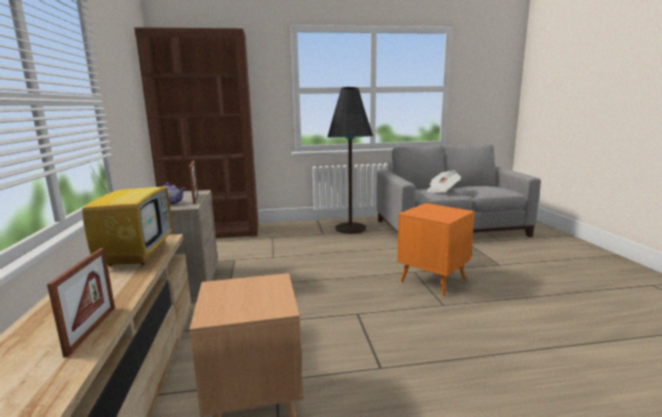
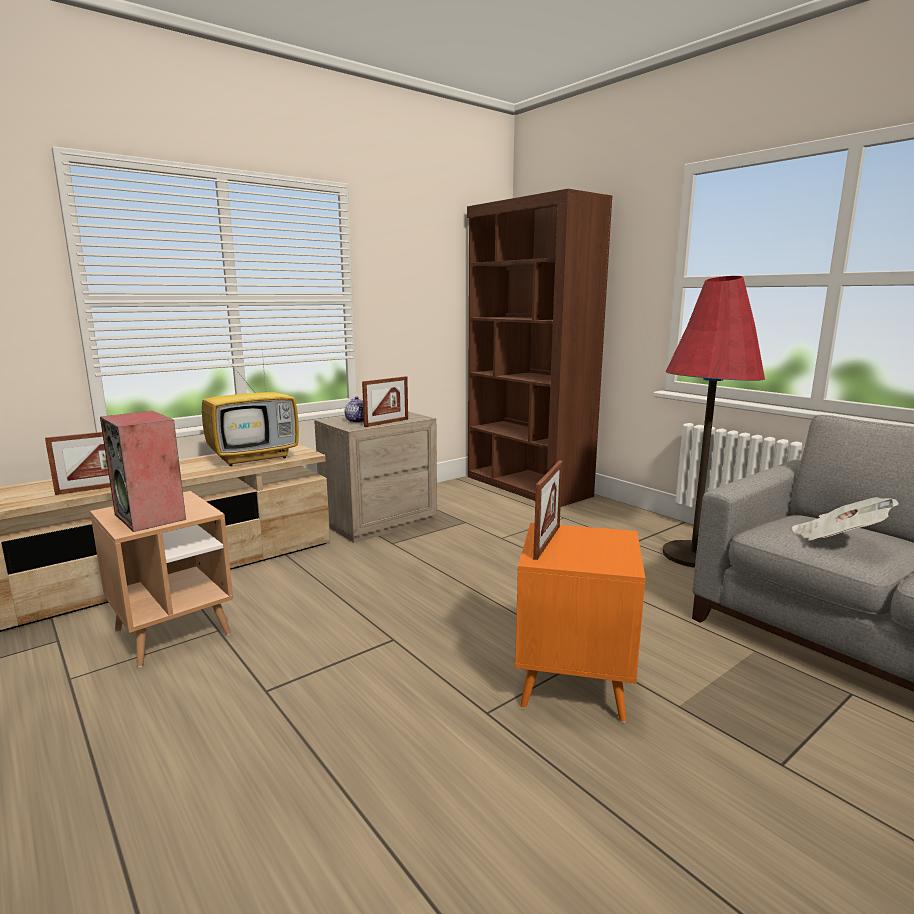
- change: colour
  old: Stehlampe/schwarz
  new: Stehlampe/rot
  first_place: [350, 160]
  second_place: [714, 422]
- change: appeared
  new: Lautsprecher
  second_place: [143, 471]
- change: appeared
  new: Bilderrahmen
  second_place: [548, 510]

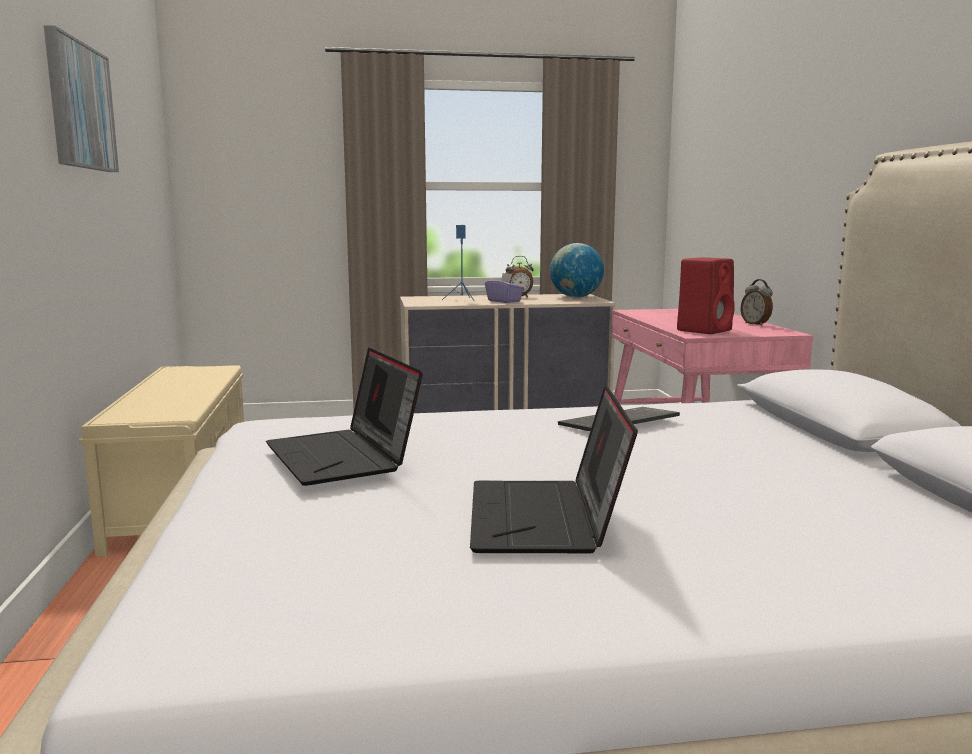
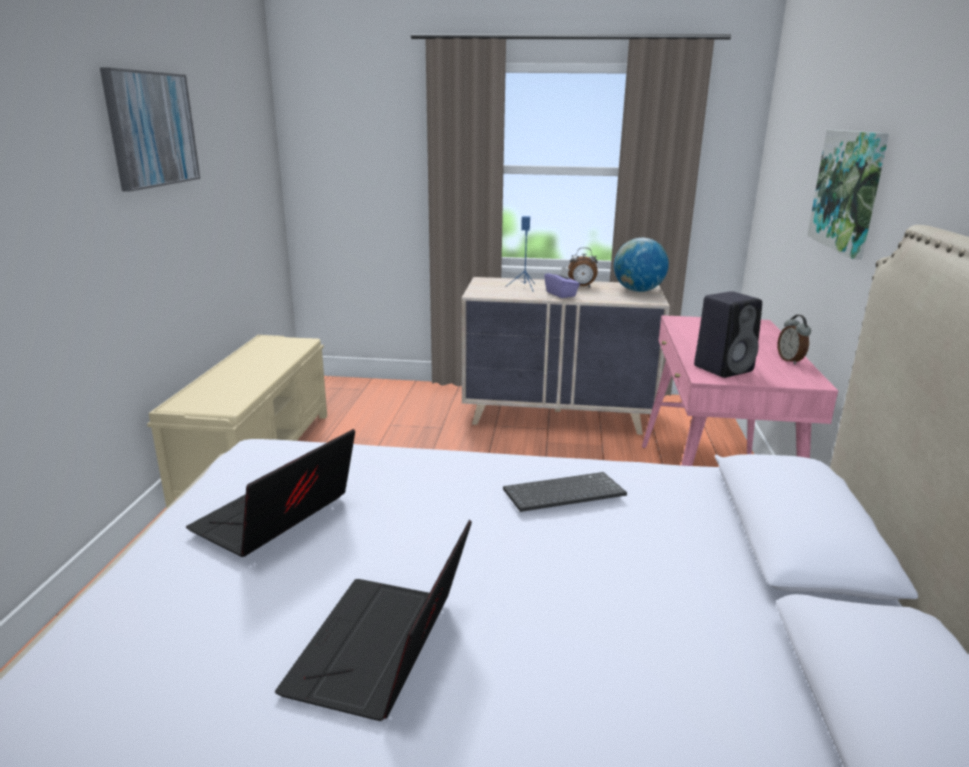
- change: spun
  old: Laptop
  first_place: [344, 417]
  second_place: [270, 493]
  degrees: 45
- change: colour
  old: Lautsprecher/rot
  new: Lautsprecher/schwarz
  first_place: [706, 295]
  second_place: [728, 334]
- change: appeared
  new: Bild
  second_place: [848, 194]

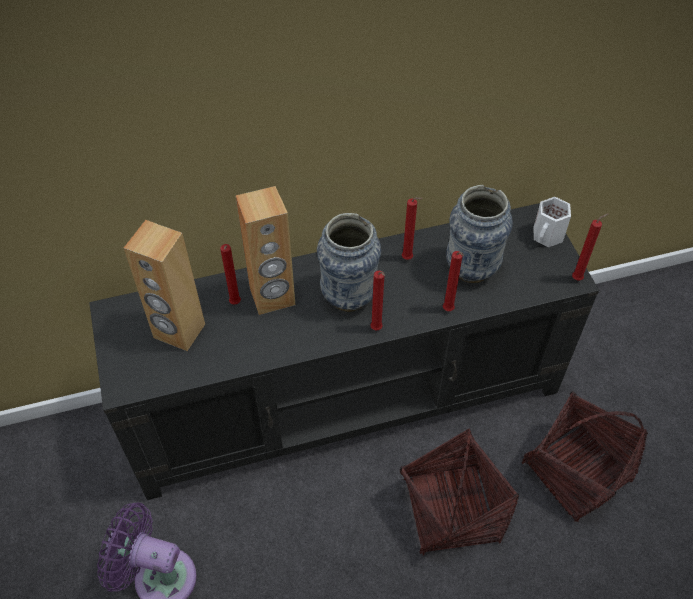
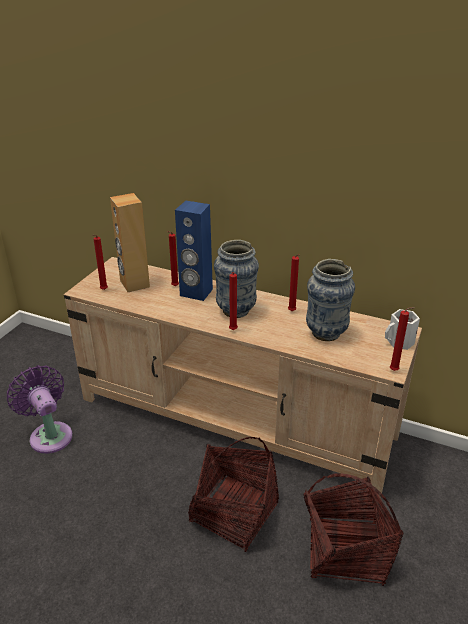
- change: colour
  old: Fernsehschrank/schwarz
  new: Fernsehschrank/beige
  first_place: [344, 351]
  second_place: [243, 377]
- change: colour
  old: Lautsprecher/braun
  new: Lautsprecher/blau
  first_place: [265, 250]
  second_place: [194, 251]
- change: relocated
  old: Kerze/rot
  first_place: [453, 281]
  second_place: [100, 262]

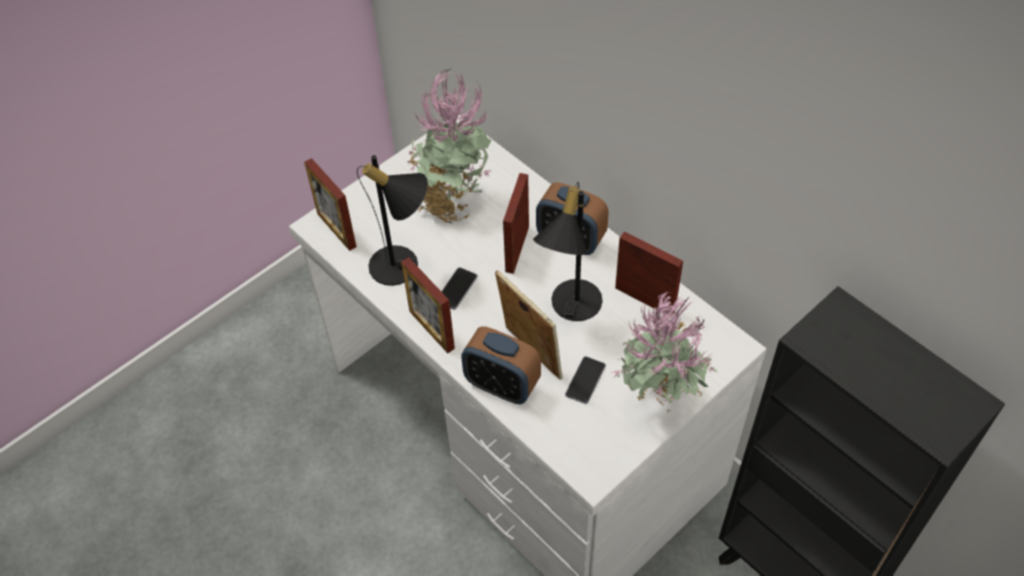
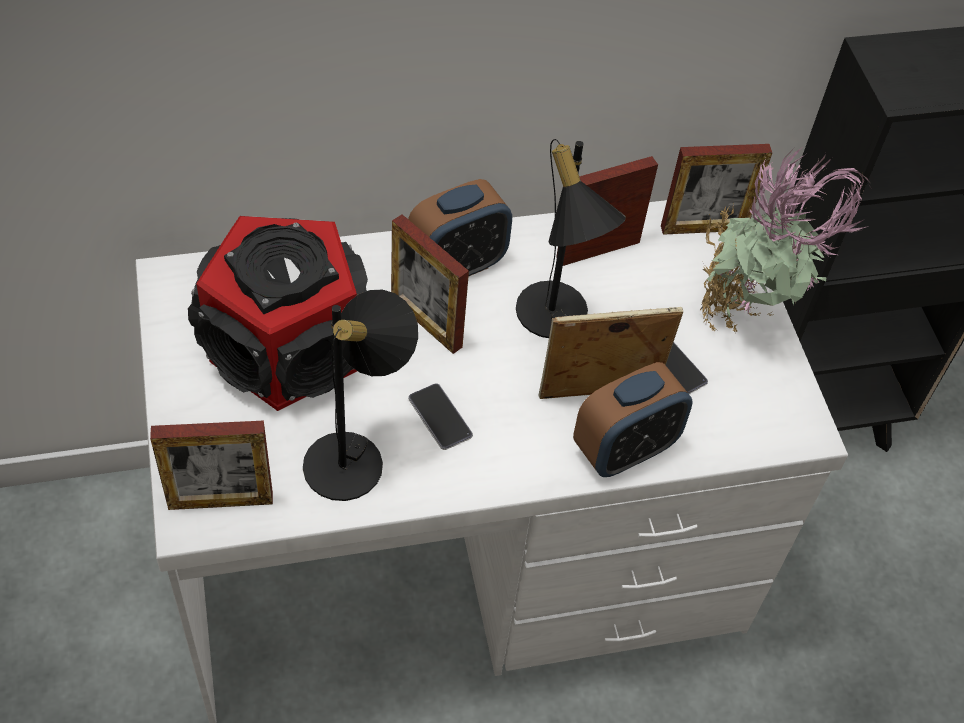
- change: relocated
  old: Bilderrahmen
  first_place: [428, 305]
  second_place: [716, 189]
- change: exchanged
  old: Topfpflanze
  new: Lautsprecher
  first_place: [449, 146]
  second_place: [278, 313]

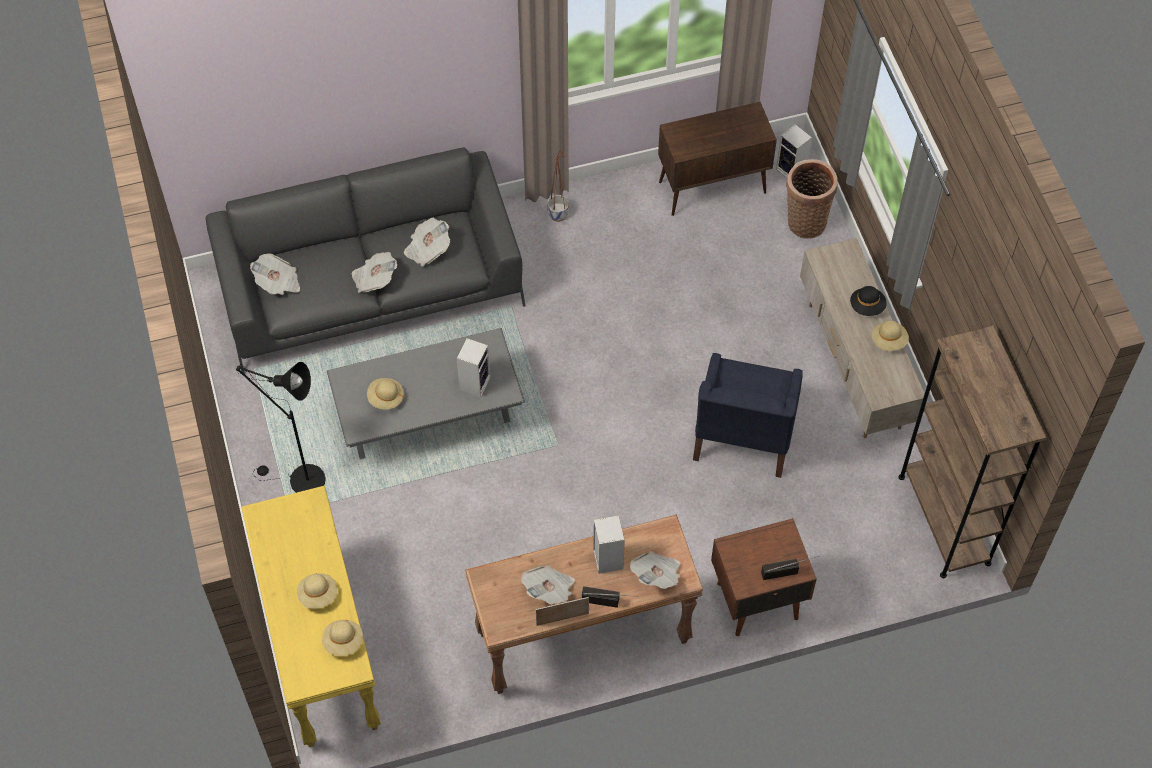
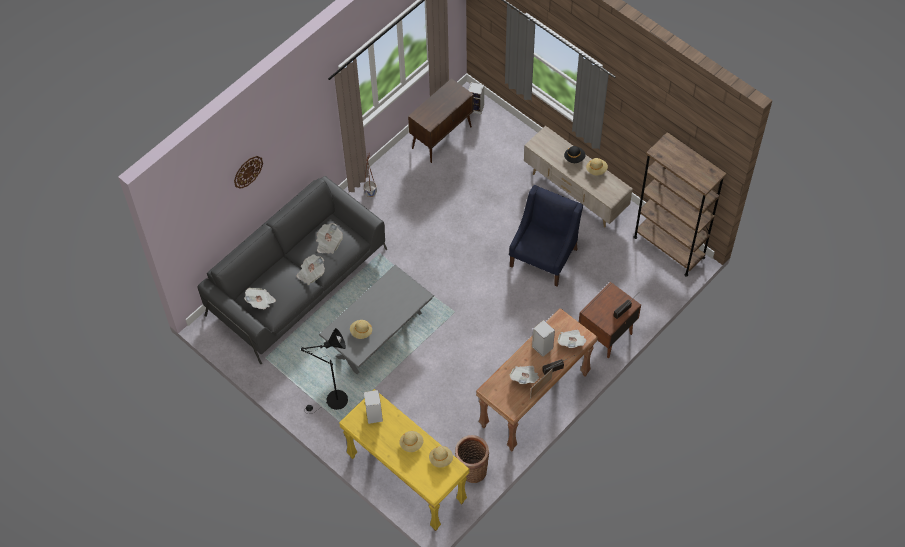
- change: relocated
  old: Lautsprecher
  first_place: [474, 367]
  second_place: [373, 407]
- change: spun
  old: Sessel/blau
  first_place: [748, 415]
  second_place: [546, 235]
  degrees: -135
- change: relocated
  old: Korb
  first_place: [812, 199]
  second_place: [472, 459]
- change: appeared
  new: Wanduhr
  second_place: [248, 172]

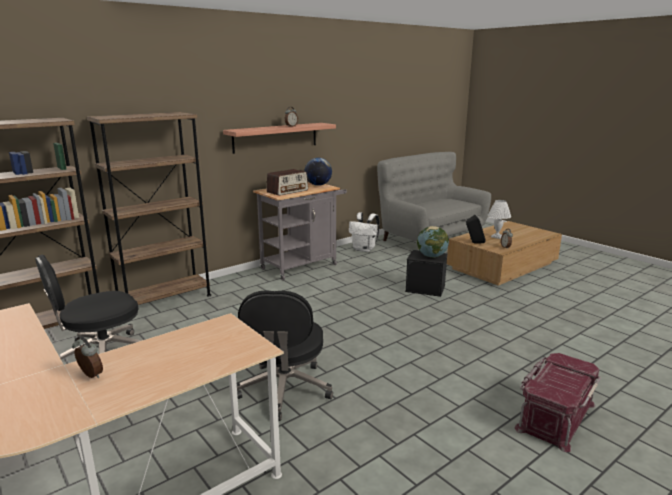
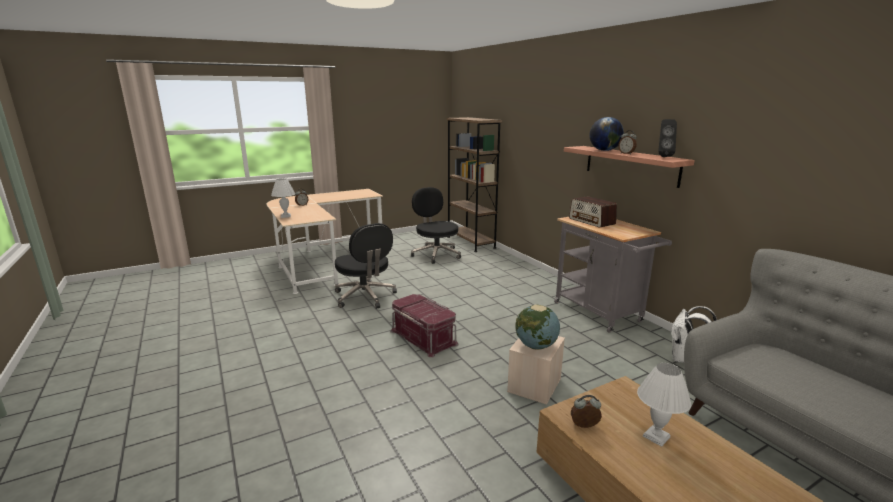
- change: missing
  old: Bücherregal/braun
  first_place: [149, 208]
- change: spun
  old: Bürostuhl/schwarz
  first_place: [285, 355]
  second_place: [366, 266]
  degrees: -135
- change: relocated
  old: Globus
  first_place: [318, 172]
  second_place: [606, 134]
- change: colour
  old: Aufbewahrungsbox/schwarz
  new: Aufbewahrungsbox/beige
  first_place: [426, 273]
  second_place: [536, 370]
- change: relocated
  old: Lautsprecher/schwarz
  first_place: [476, 229]
  second_place: [667, 138]
- change: relocated
  old: Aufbewahrungsbox/rot
  first_place: [558, 402]
  second_place: [424, 325]
- change: appeared
  new: Tischlampe/weiß
  second_place: [283, 198]

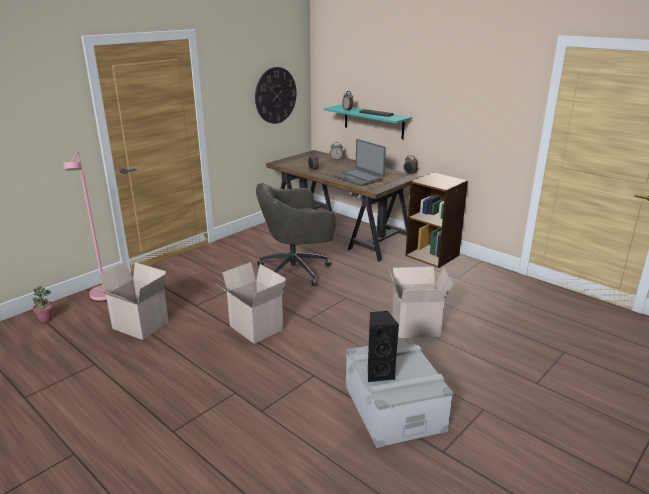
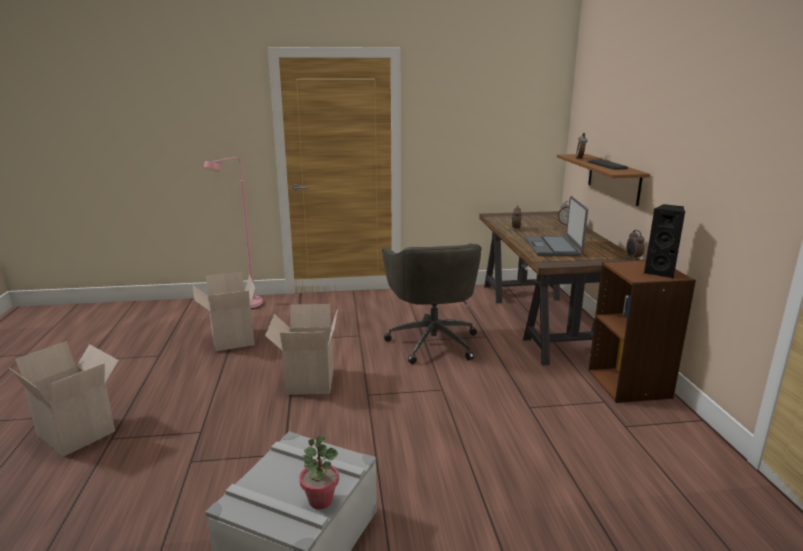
- change: relocated
  old: Topfpflanze
  first_place: [43, 304]
  second_place: [319, 472]
- change: missing
  old: Wanduhr
  first_place: [276, 95]
- change: spun
  old: Bürostuhl/grau
  first_place: [296, 234]
  second_place: [432, 303]
  degrees: -120
- change: colour
  old: Wandregal/türkis
  new: Wandregal/braun
  first_place: [367, 122]
  second_place: [603, 180]
- change: relocated
  old: Lautsprecher/schwarz
  first_place: [383, 346]
  second_place: [664, 241]
- change: relocated
  old: Karton
  first_place: [421, 302]
  second_place: [64, 399]

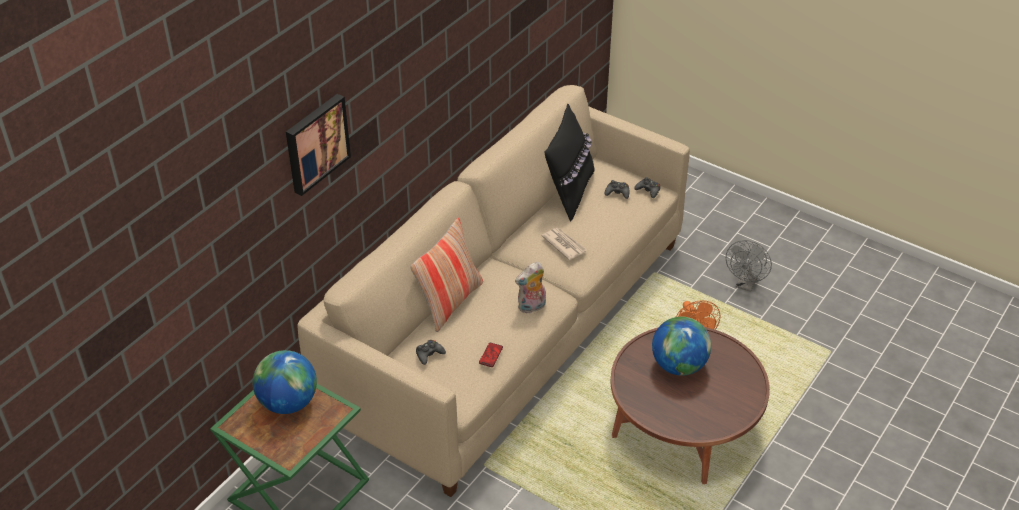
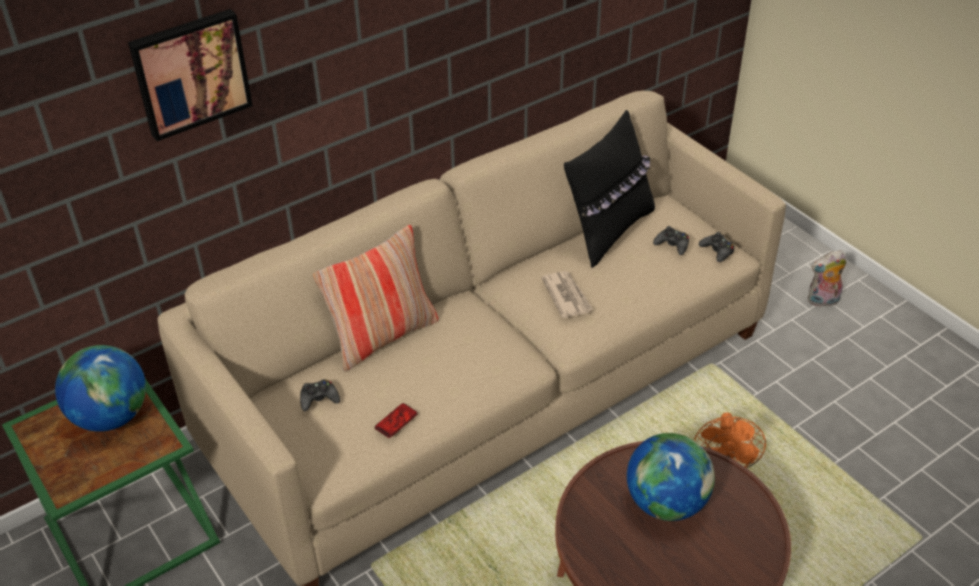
- change: relocated
  old: Plüschtier
  first_place: [530, 287]
  second_place: [827, 279]
- change: missing
  old: Ventilator/grau
  first_place: [749, 266]

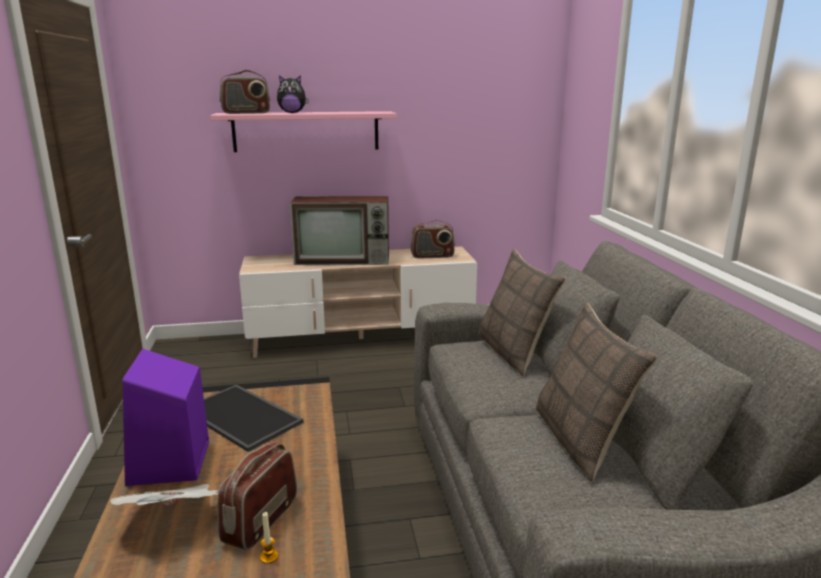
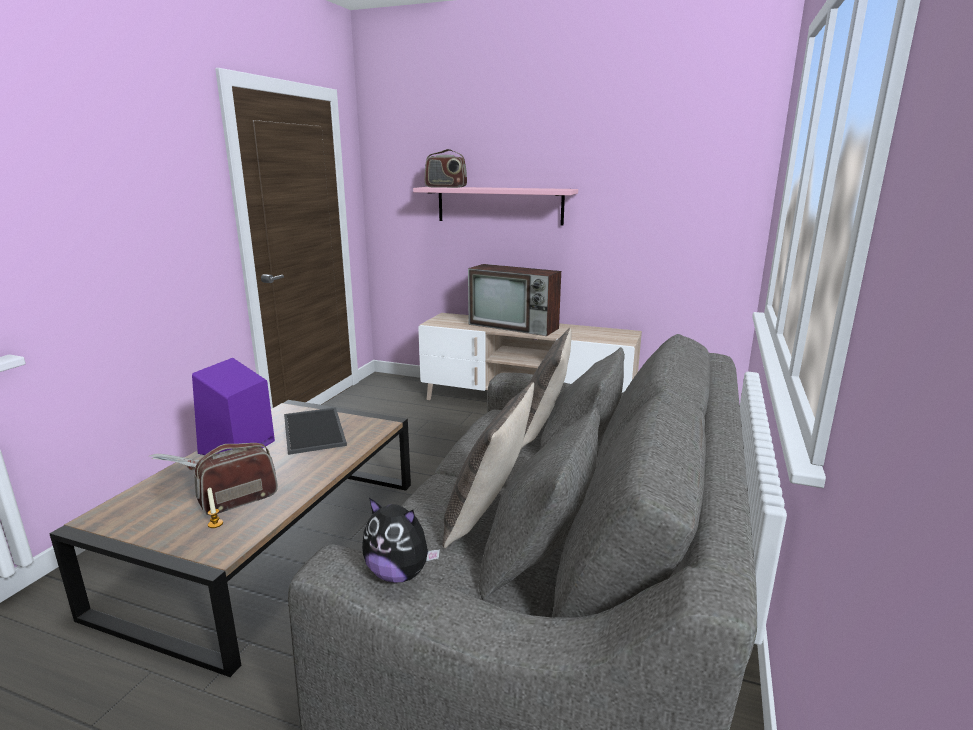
- change: relocated
  old: Plüschtier
  first_place: [293, 94]
  second_place: [401, 540]
- change: missing
  old: Radio
  first_place: [432, 239]

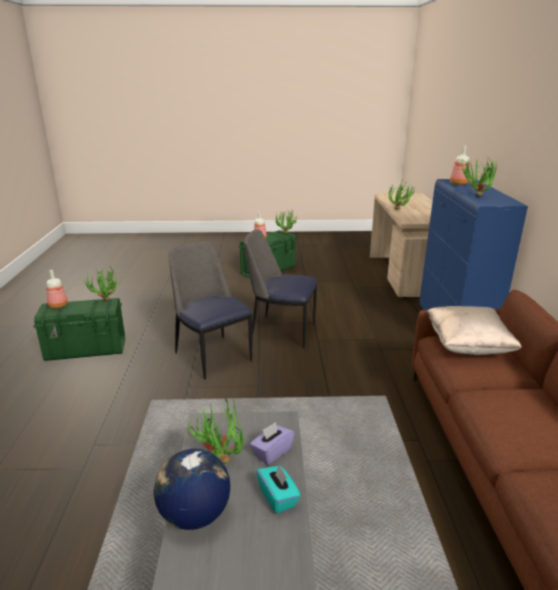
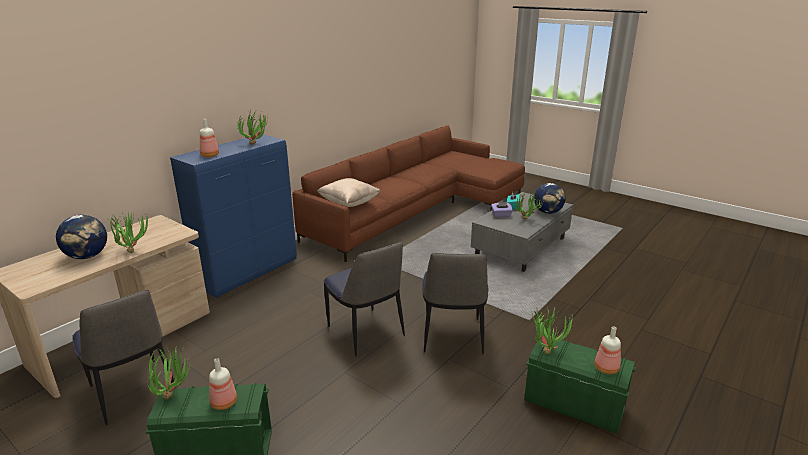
- change: appeared
  new: Globus
  second_place: [81, 237]
- change: appeared
  new: Stuhl
  second_place: [123, 357]

